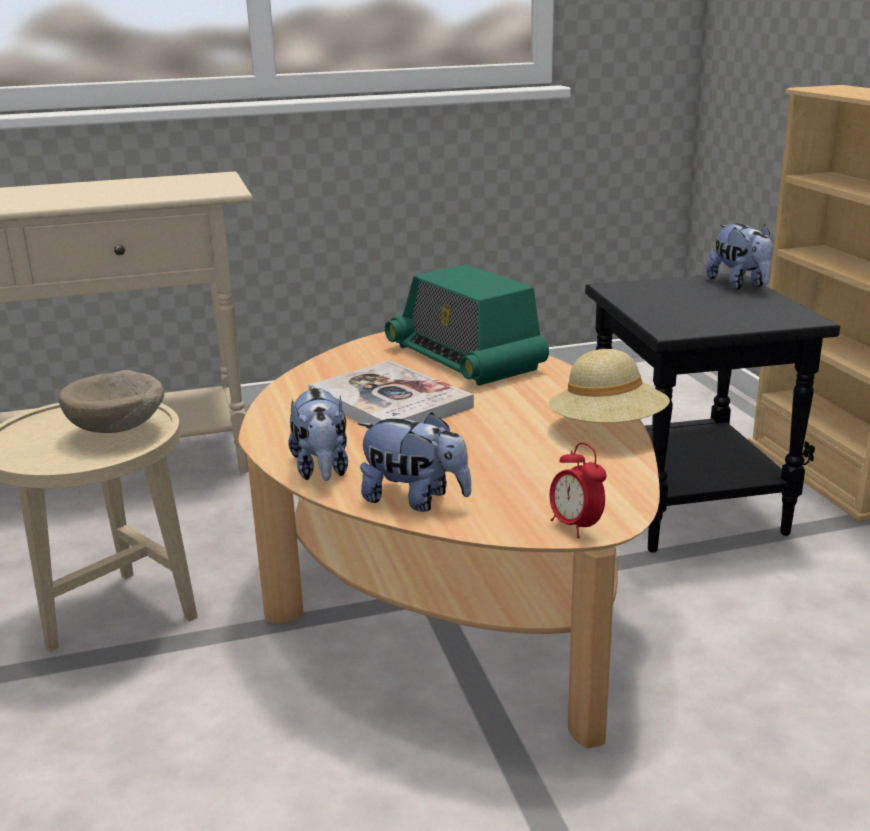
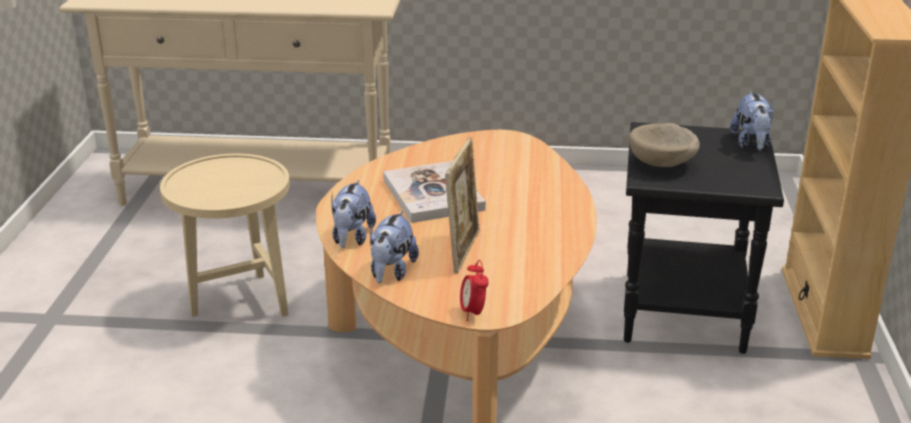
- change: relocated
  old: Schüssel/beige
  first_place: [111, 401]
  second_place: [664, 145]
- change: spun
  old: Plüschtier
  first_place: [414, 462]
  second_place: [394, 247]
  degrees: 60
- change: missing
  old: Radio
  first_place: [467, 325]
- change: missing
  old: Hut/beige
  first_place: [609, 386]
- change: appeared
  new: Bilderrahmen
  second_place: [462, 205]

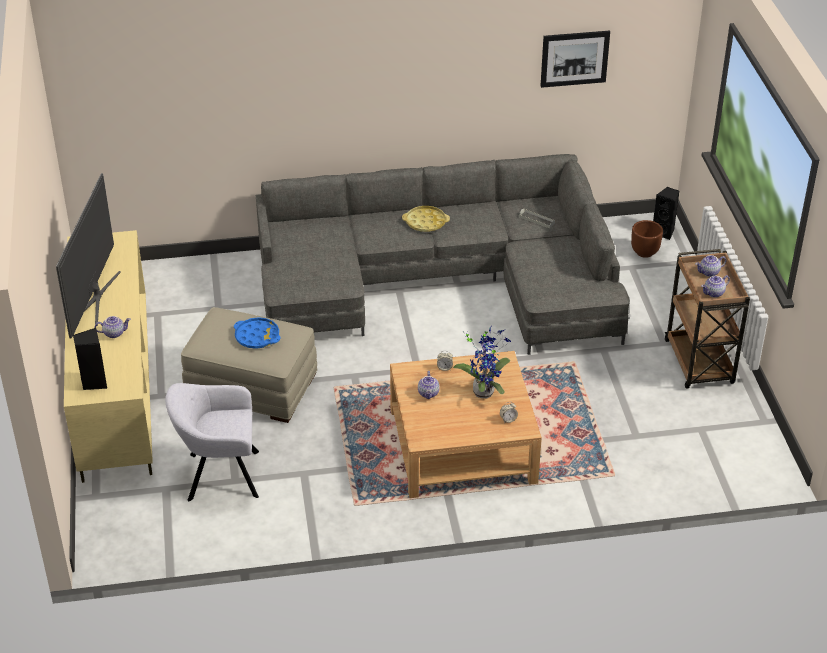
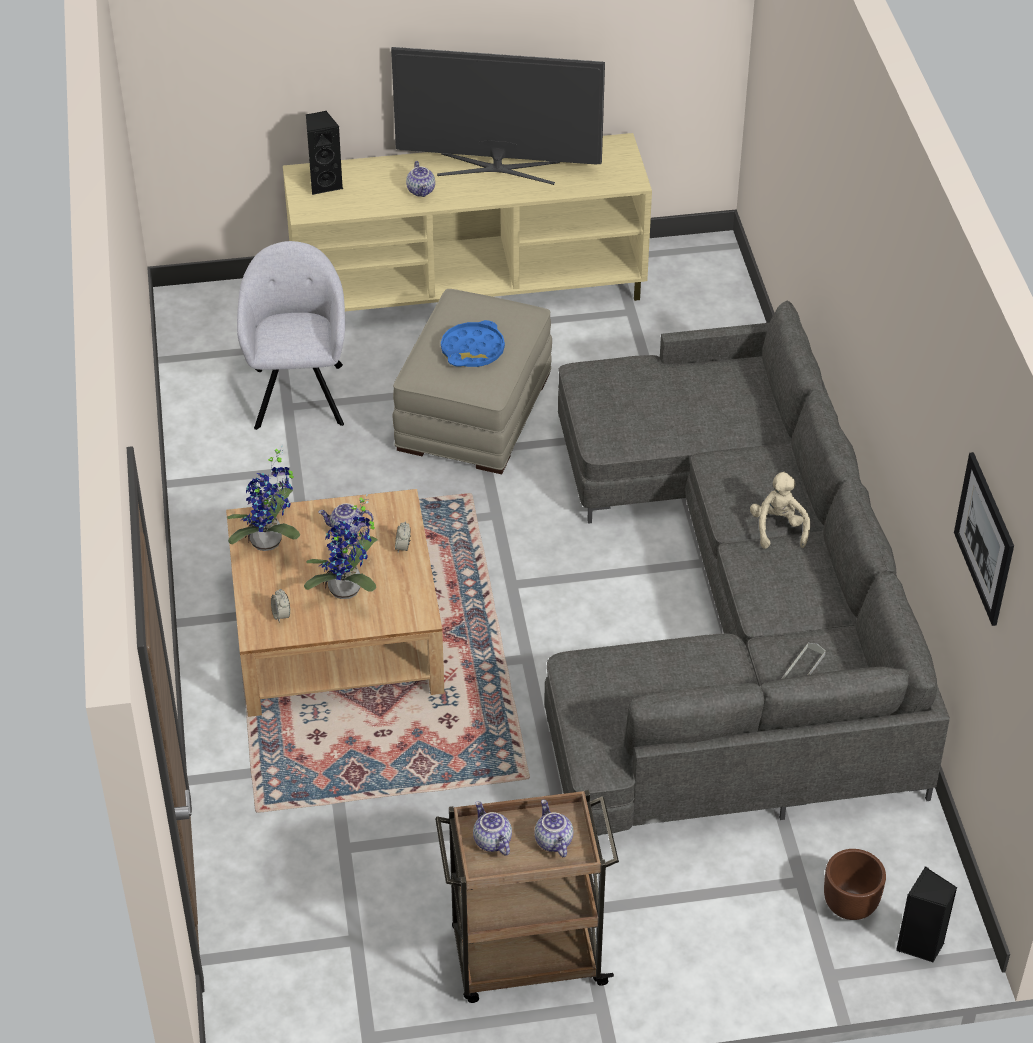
- change: exchanged
  old: Tablett/gelb
  new: Plüschtier/beige
  first_place: [426, 219]
  second_place: [780, 510]
- change: appeared
  new: Topfpflanze
  second_place: [263, 498]

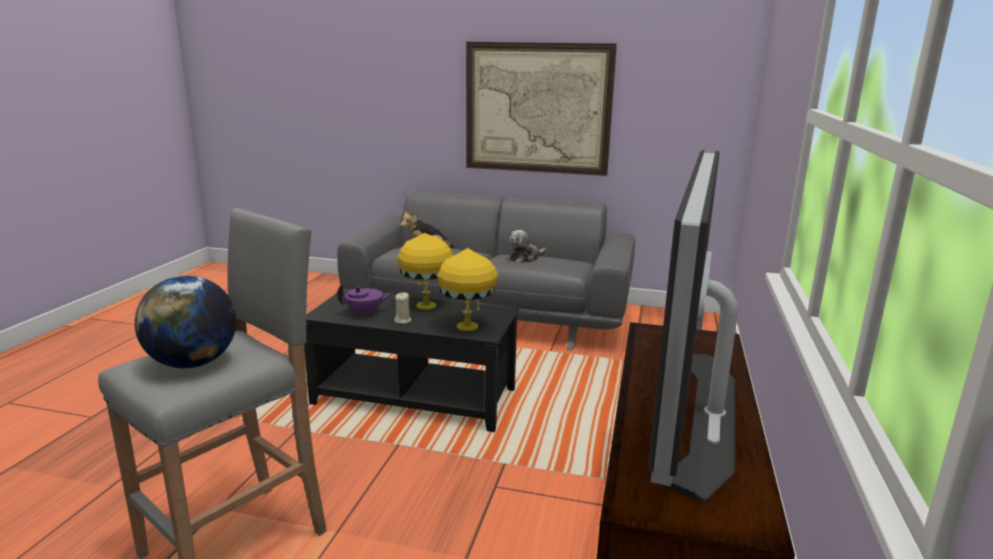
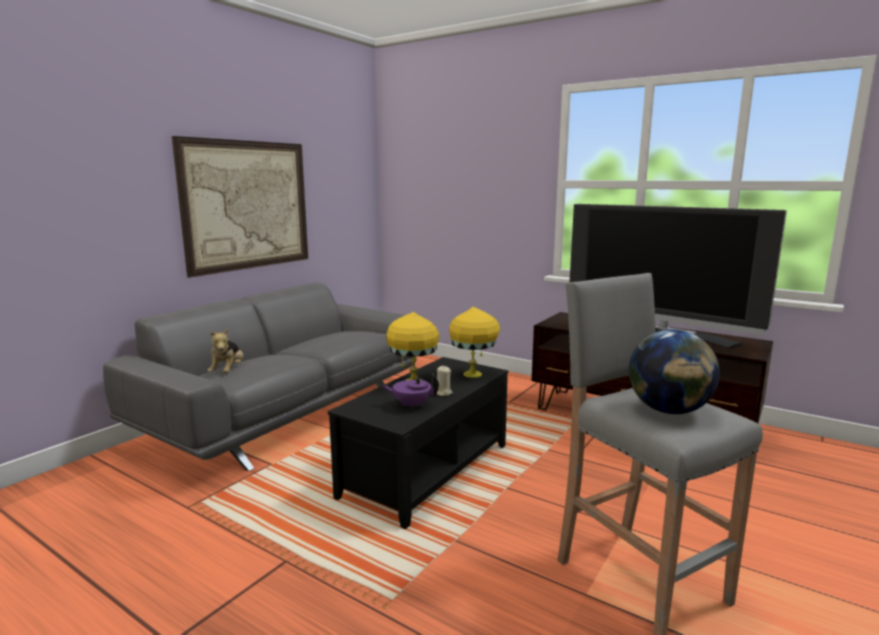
- change: spun
  old: Teekanne/lila
  first_place: [365, 300]
  second_place: [410, 391]
  degrees: -90
- change: missing
  old: Plüschtier
  first_place: [528, 246]

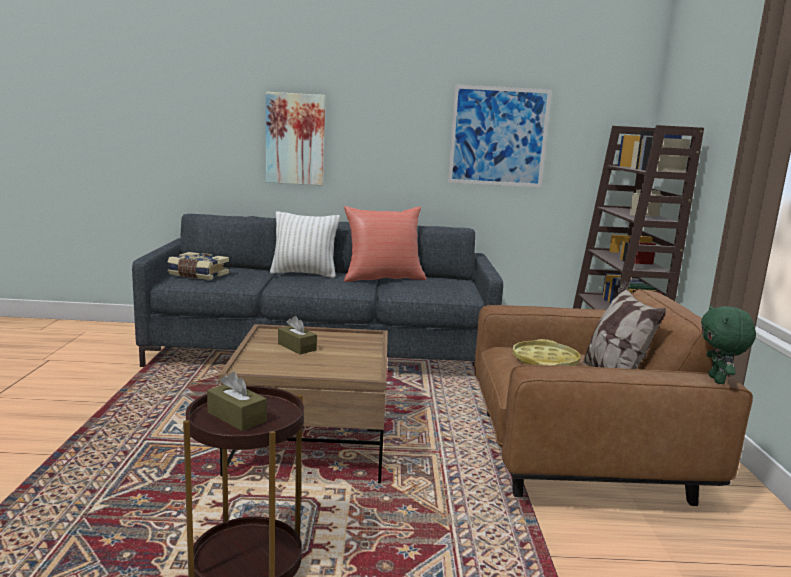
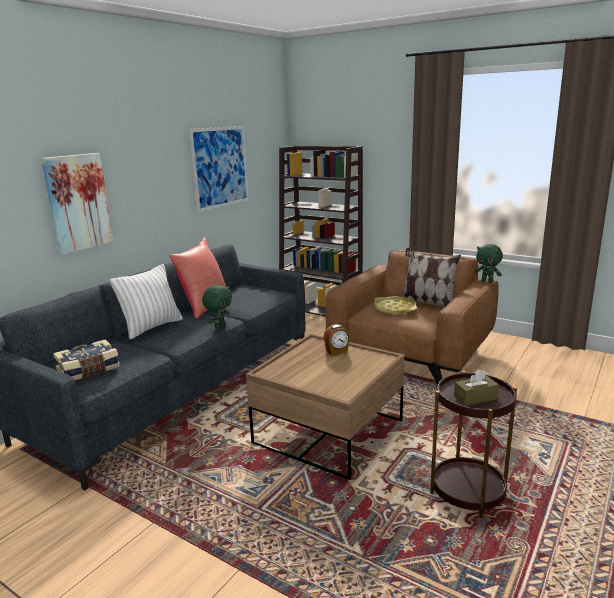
- change: missing
  old: Taschentuchbox/braun
  first_place: [297, 335]
- change: appeared
  new: Plüschtier/grün
  second_place: [217, 307]
- change: appeared
  new: Wecker
  second_place: [336, 340]

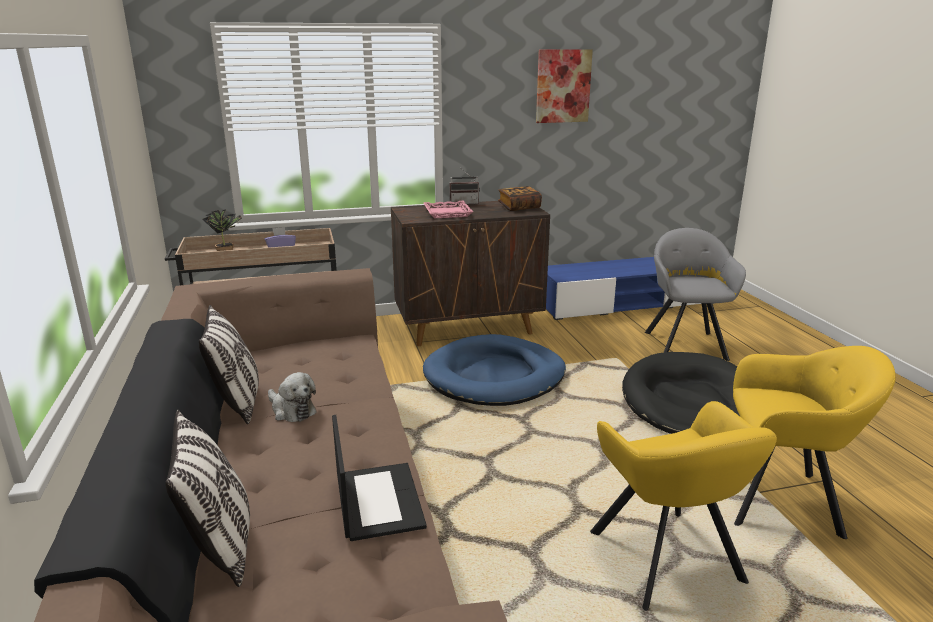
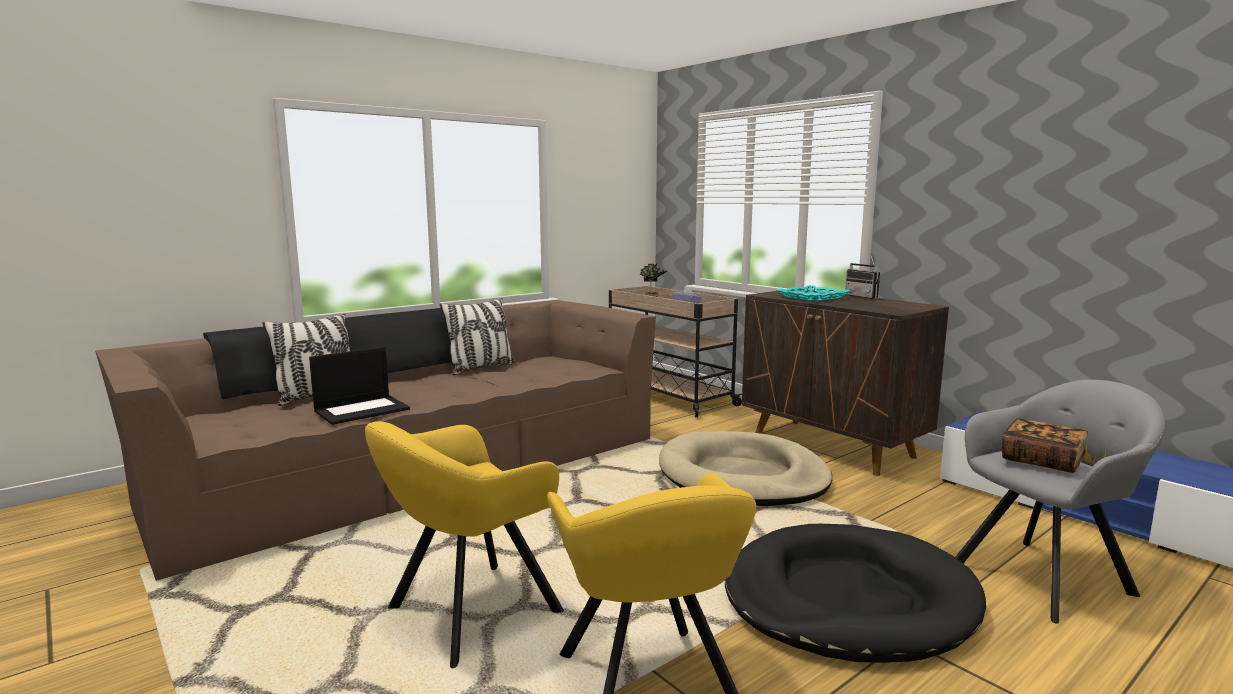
- change: missing
  old: Plüschtier
  first_place: [292, 397]
- change: colour
  old: Tablett/rosa
  new: Tablett/türkis
  first_place: [448, 209]
  second_place: [813, 293]
- change: colour
  old: Hundebett/blau
  new: Hundebett/beige
  first_place: [494, 370]
  second_place: [745, 468]
- change: relocated
  old: Buch
  first_place: [520, 198]
  second_place: [1045, 445]
- change: missing
  old: Bild
  first_place: [564, 86]

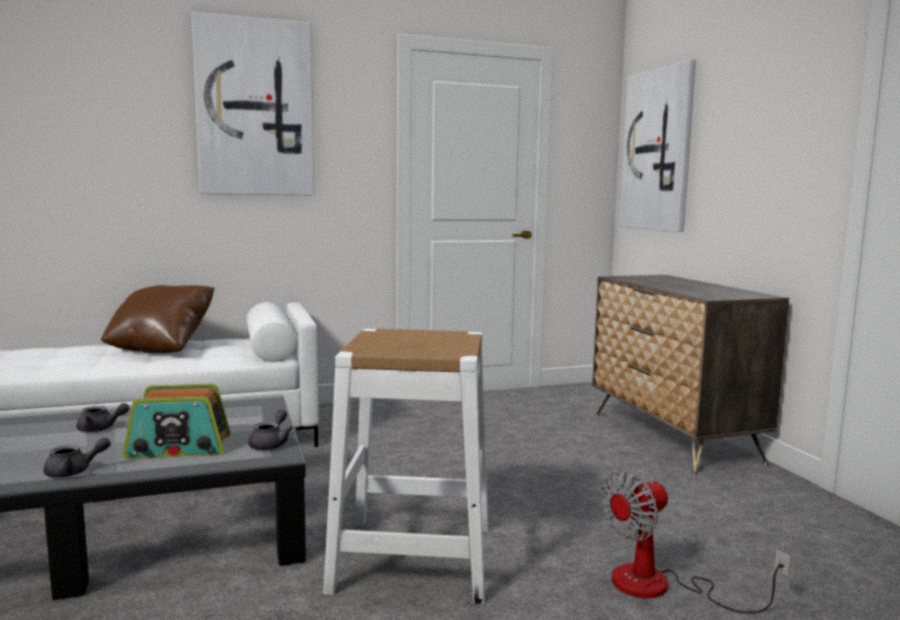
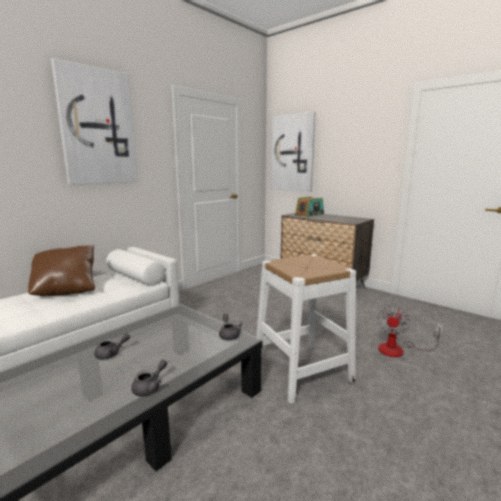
- change: relocated
  old: Radio
  first_place: [177, 421]
  second_place: [309, 207]

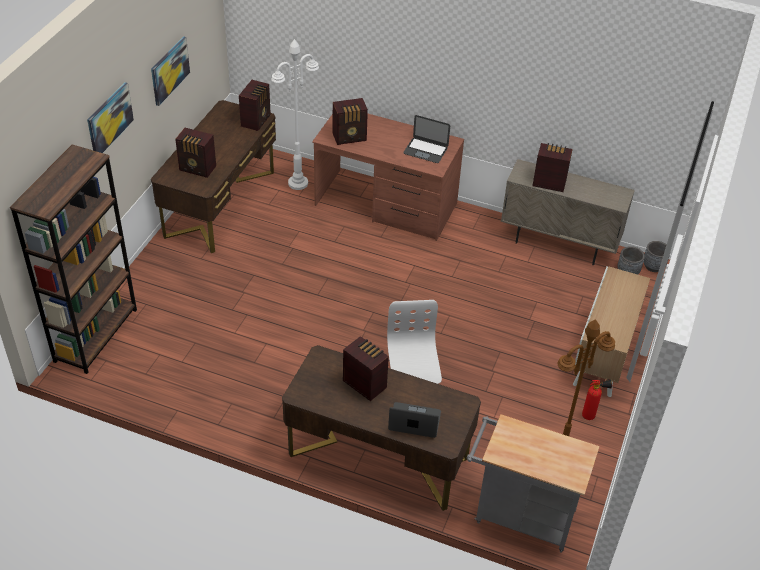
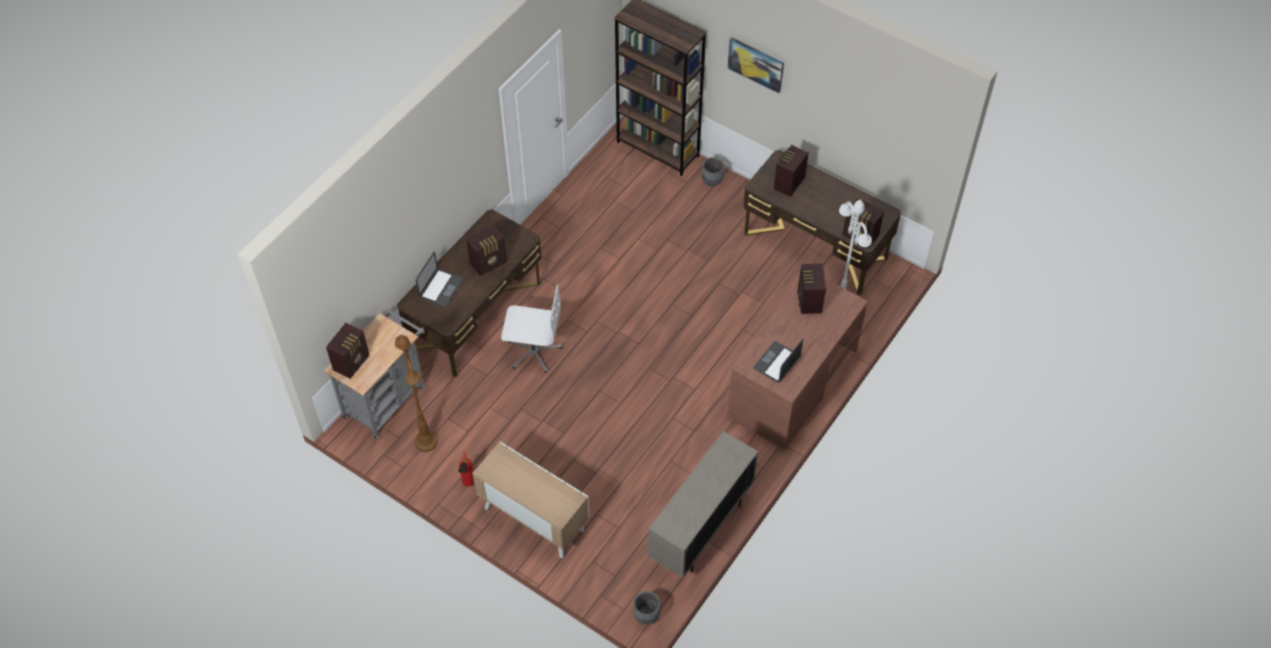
- change: missing
  old: Bild
  first_place: [170, 71]
- change: relocated
  old: Radio
  first_place: [552, 167]
  second_place: [348, 351]
- change: relocated
  old: Pflanzkübel/grau
  first_place: [631, 260]
  second_place: [713, 171]

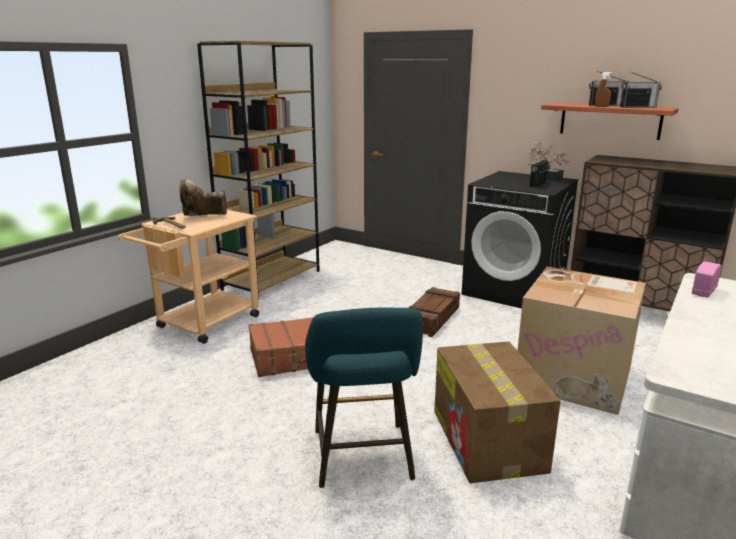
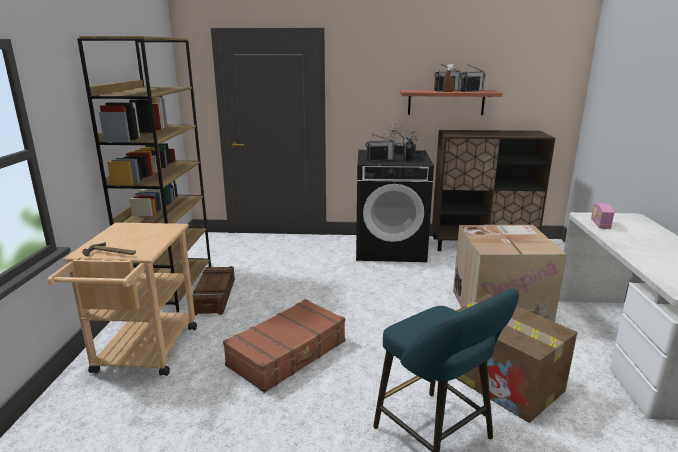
- change: missing
  old: Stiefel/braun
  first_place: [203, 197]
- change: relocated
  old: Kiste
  first_place: [434, 312]
  second_place: [213, 290]
- change: appeared
  new: Radio
  second_place: [380, 147]

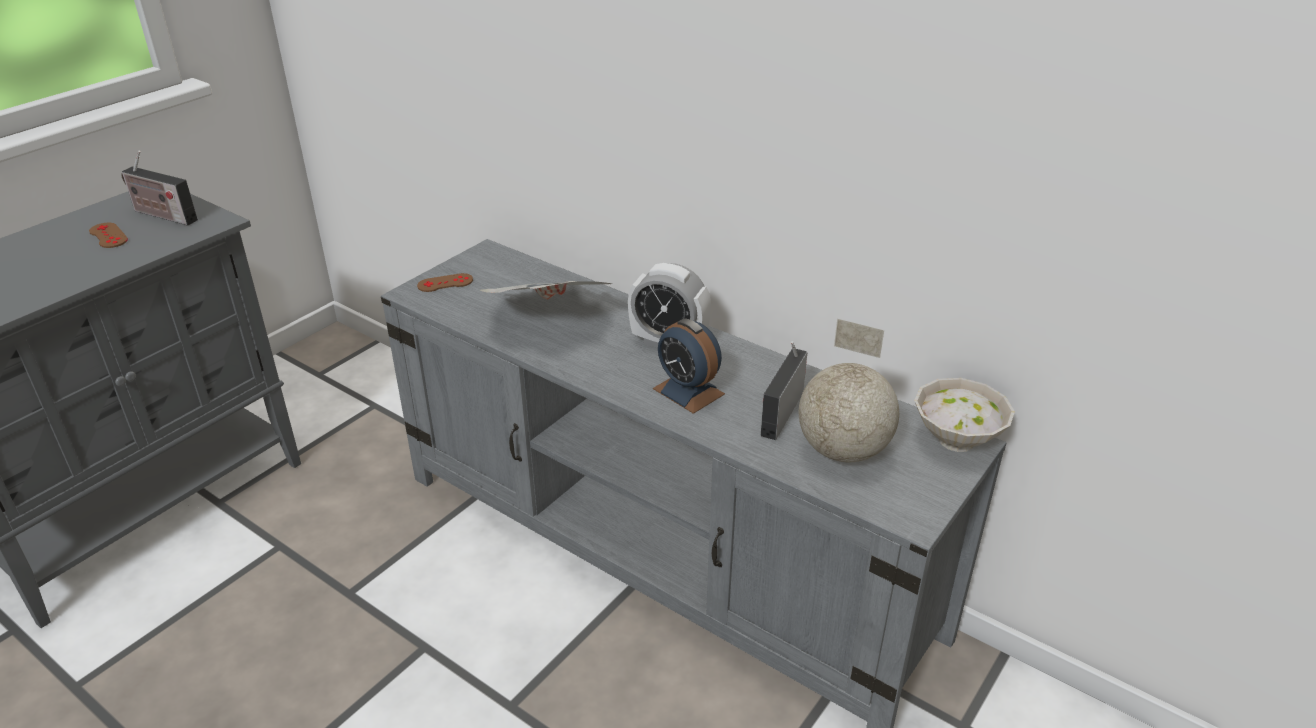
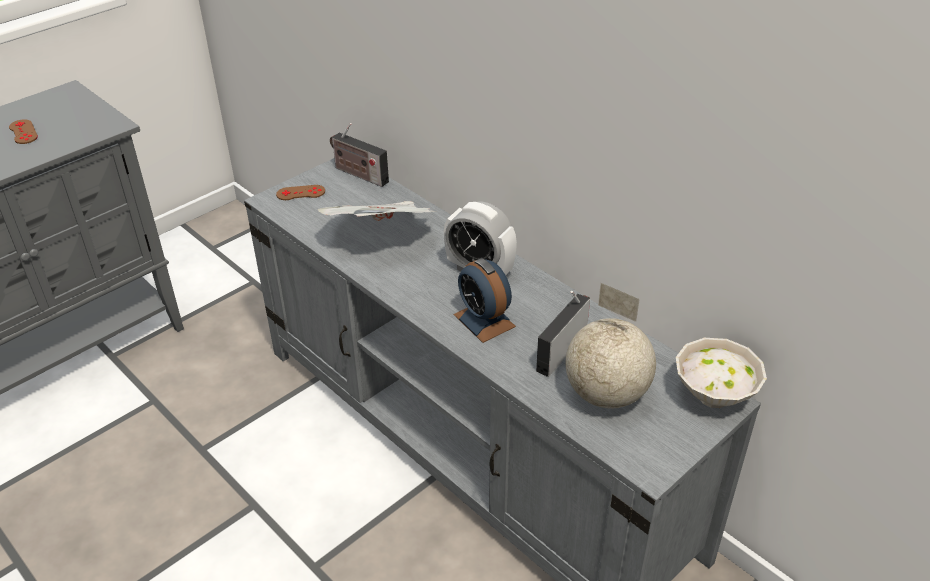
- change: relocated
  old: Radio
  first_place: [159, 188]
  second_place: [359, 155]

